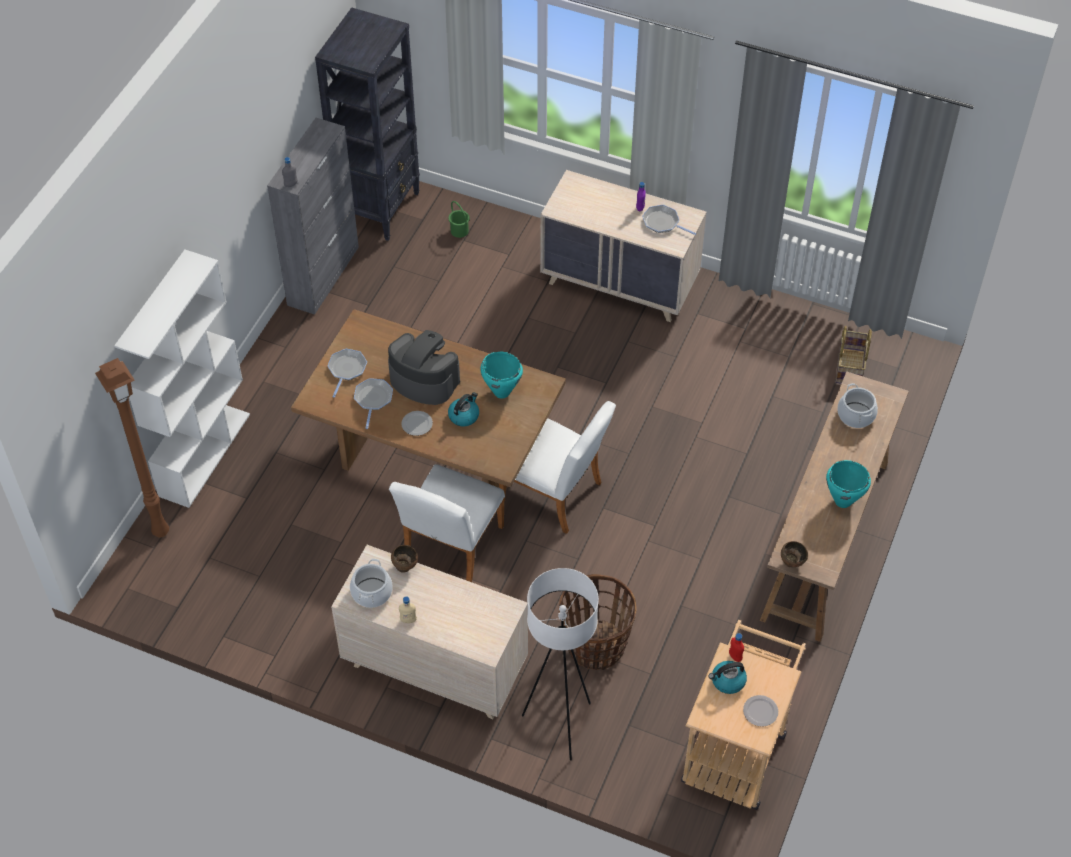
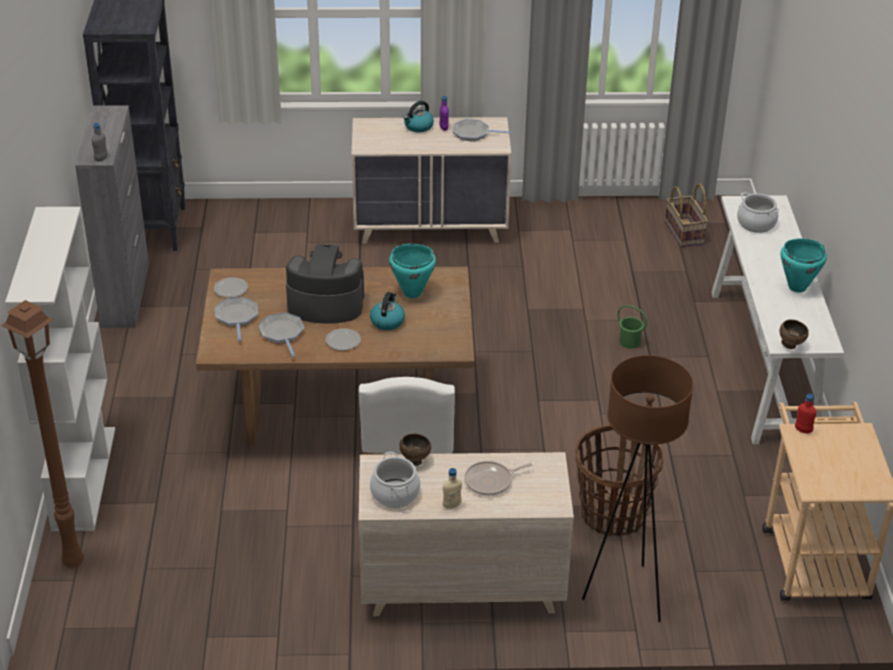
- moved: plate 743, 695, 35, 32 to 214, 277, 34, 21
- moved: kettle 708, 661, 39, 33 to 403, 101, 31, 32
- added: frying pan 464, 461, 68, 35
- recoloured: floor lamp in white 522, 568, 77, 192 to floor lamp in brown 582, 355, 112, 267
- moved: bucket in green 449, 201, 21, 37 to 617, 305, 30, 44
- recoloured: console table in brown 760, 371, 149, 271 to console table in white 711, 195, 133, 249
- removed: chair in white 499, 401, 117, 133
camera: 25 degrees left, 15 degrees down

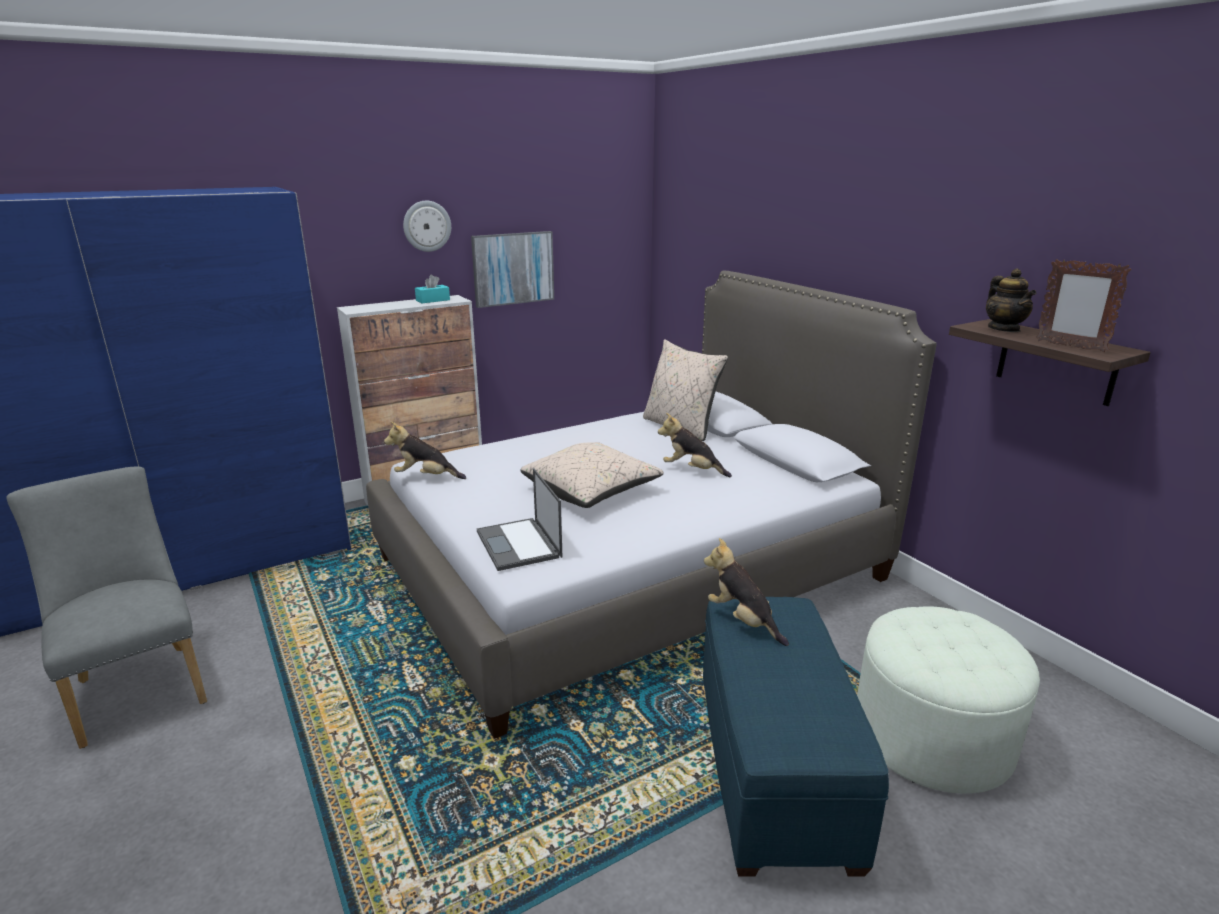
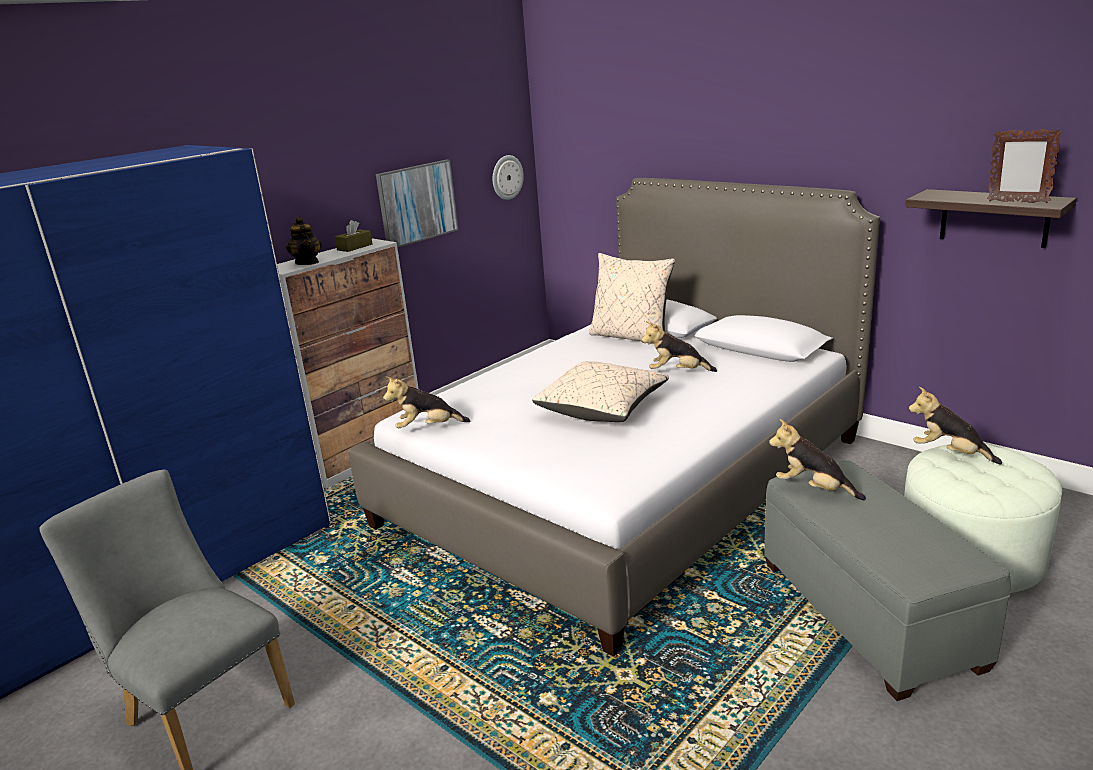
- moved: teapot 986, 268, 50, 64 to 286, 217, 36, 48
- recoloured: tissue box in turquoise 415, 275, 35, 28 to tissue box in brown 335, 220, 37, 32
- moved: wall clock 403, 201, 48, 51 to 493, 155, 31, 45
- recoloured: ottoman in blue 703, 597, 186, 280 to ottoman in grey 764, 460, 247, 241
- added: plush toy 908, 387, 94, 78
- removed: laptop 477, 468, 85, 103
camera: 15 degrees left, 0 degrees up

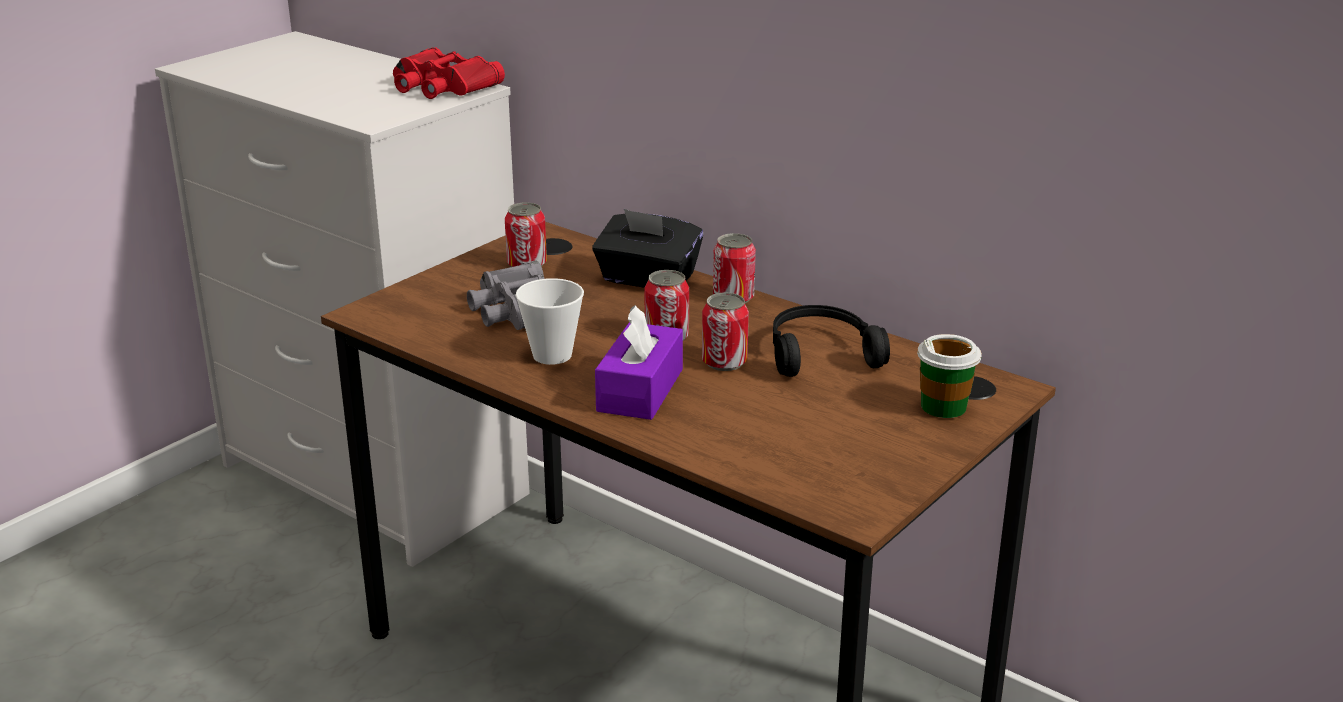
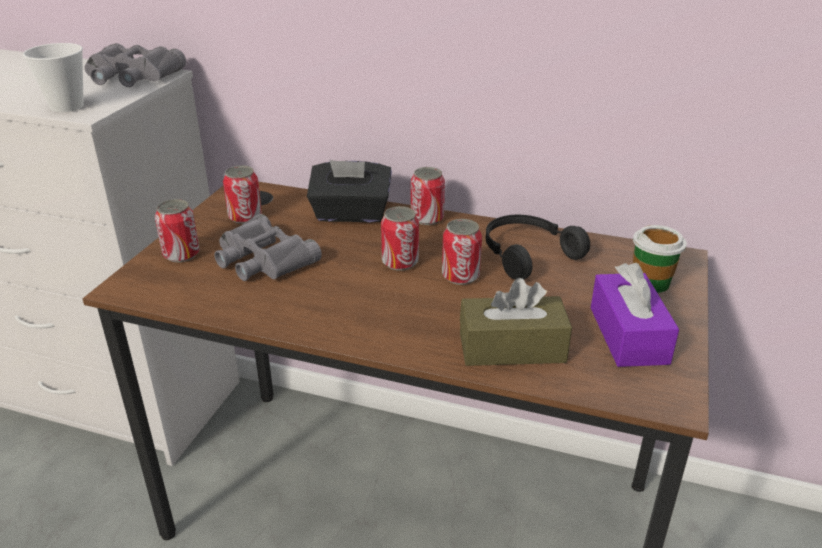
- moved: cup 516, 278, 68, 87 to 23, 43, 61, 69
- recoloured: binoculars in red 393, 47, 112, 52 to binoculars in grey 84, 43, 102, 44
- added: can 155, 199, 45, 63
- added: tissue box in brown 460, 278, 112, 88
- moved: tissue box in purple 595, 305, 88, 115 to 591, 263, 88, 104
camera: 20 degrees left, 5 degrees up

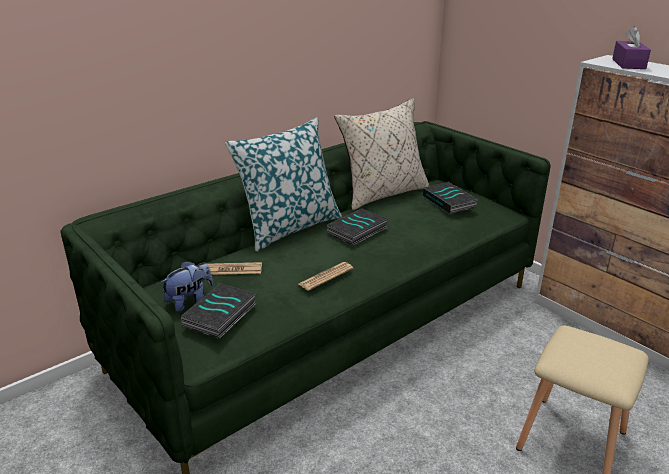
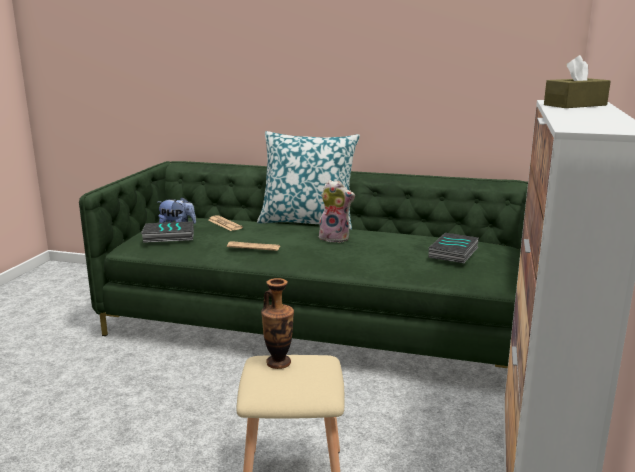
- added: vase 261, 278, 33, 91
- replaced: book 327, 209, 61, 36 to plush toy 319, 180, 36, 63
- recoloured: tissue box in purple 612, 26, 39, 43 to tissue box in brown 544, 55, 67, 53
- removed: pillow in beige 334, 98, 95, 112
camera: 55 degrees right, 10 degrees down

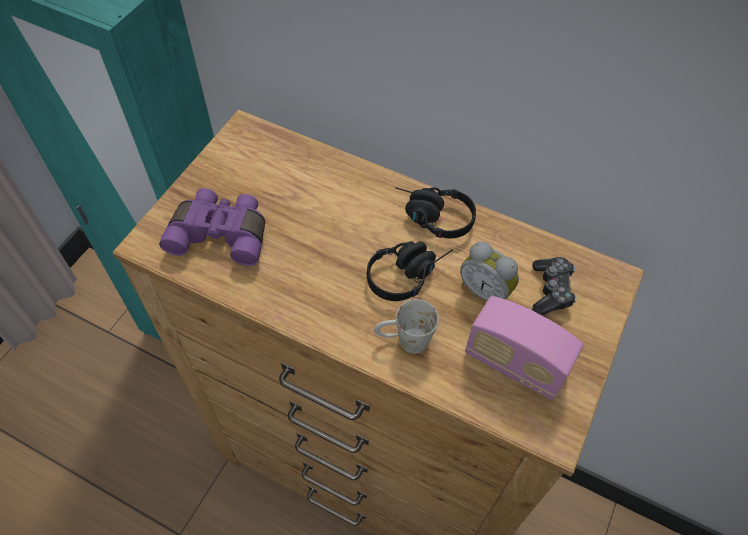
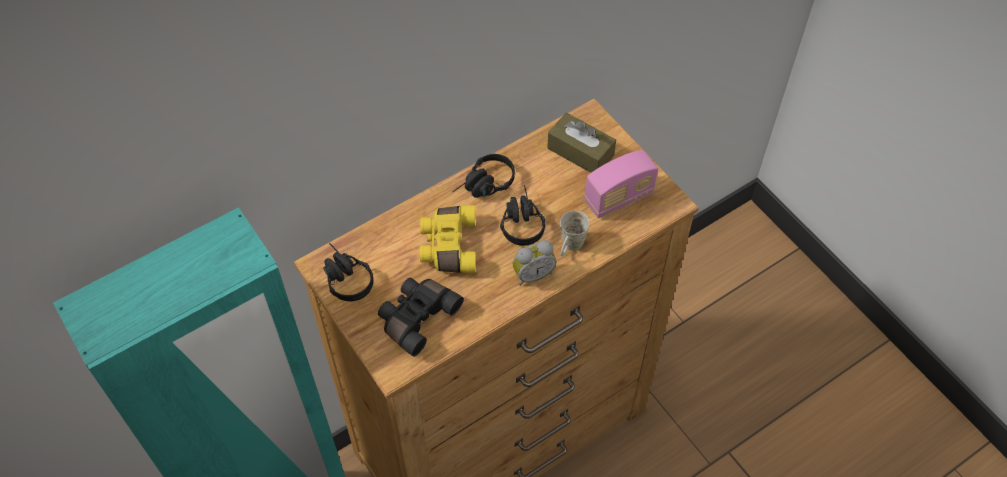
- added: headphones in black 323, 243, 50, 58
- recoloured: binoculars in purple 159, 188, 106, 78 to binoculars in black 378, 278, 86, 79
- added: binoculars in yellow 420, 205, 56, 68
- moved: alarm clock 460, 242, 59, 59 to 513, 240, 44, 46
- replaced: game controller 532, 257, 45, 58 to tissue box in brown 547, 113, 69, 60
camera: 60 degrees left, 0 degrees up

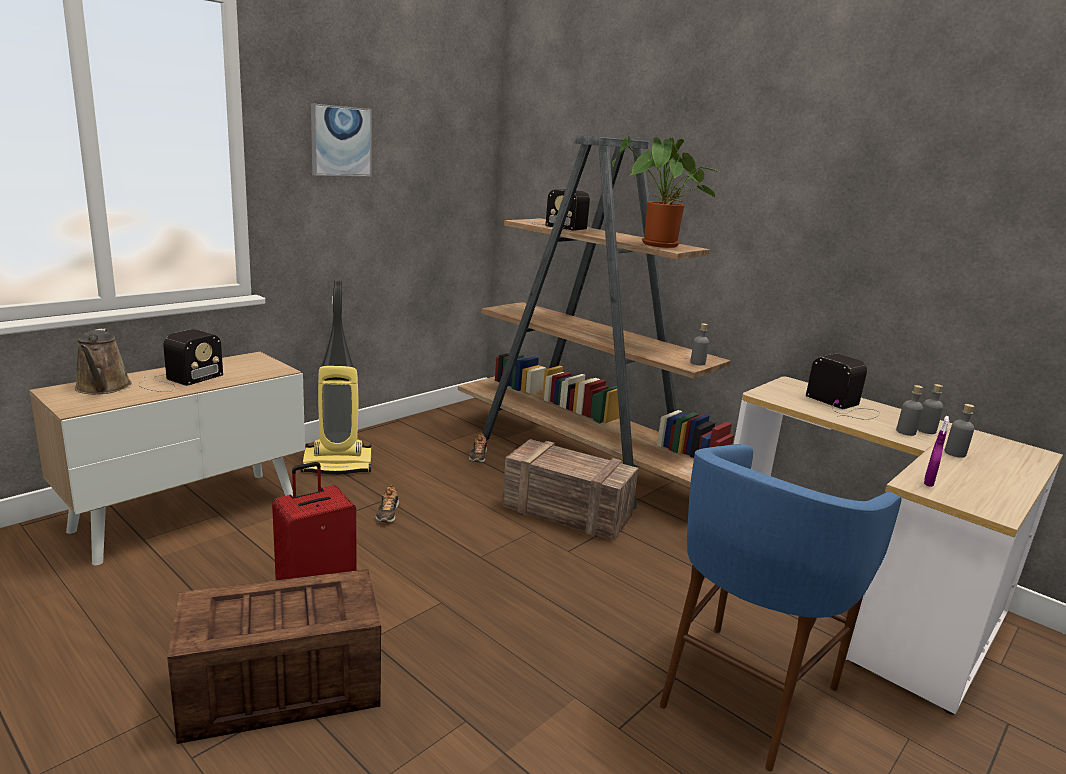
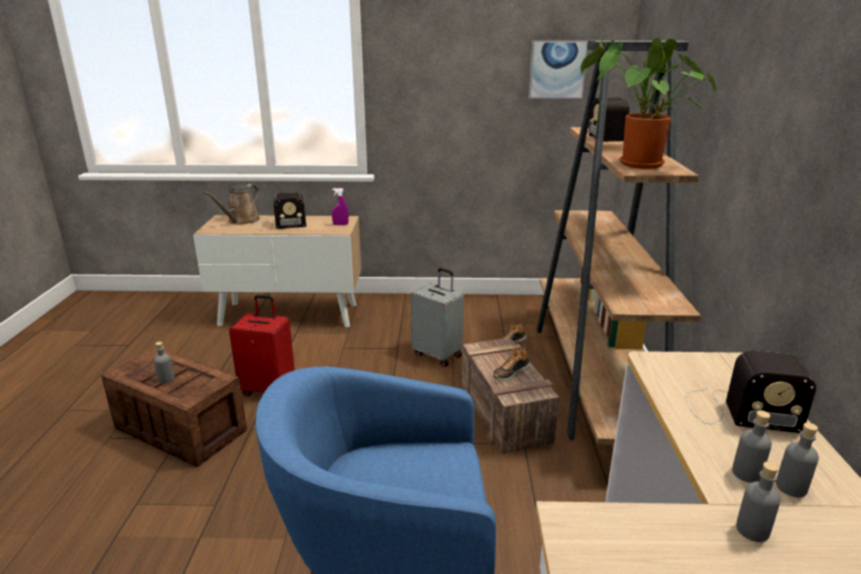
- moved: bottle in grey 690, 323, 19, 42 to 154, 342, 21, 42
- moved: spray bottle in purple 924, 416, 25, 71 to 332, 188, 17, 37
- added: suitcase in grey 411, 268, 53, 99
- moved: shoe 376, 485, 23, 37 to 493, 348, 38, 33
- moved: picture 311, 103, 61, 74 to 528, 41, 60, 58
- turned: radio 806, 354, 74, 66 = 686, 350, 130, 83 90 degrees clockwise
- removed: vacuum cleaner 301, 280, 71, 195
camera: 50 degrees right, 5 degrees up

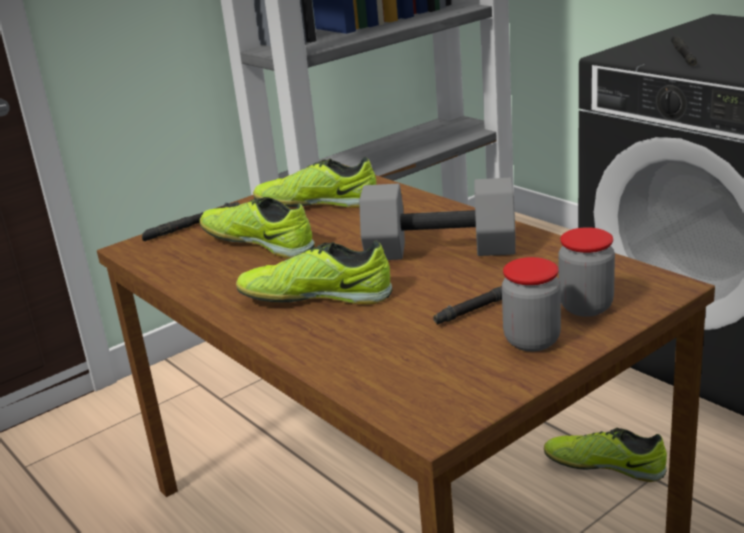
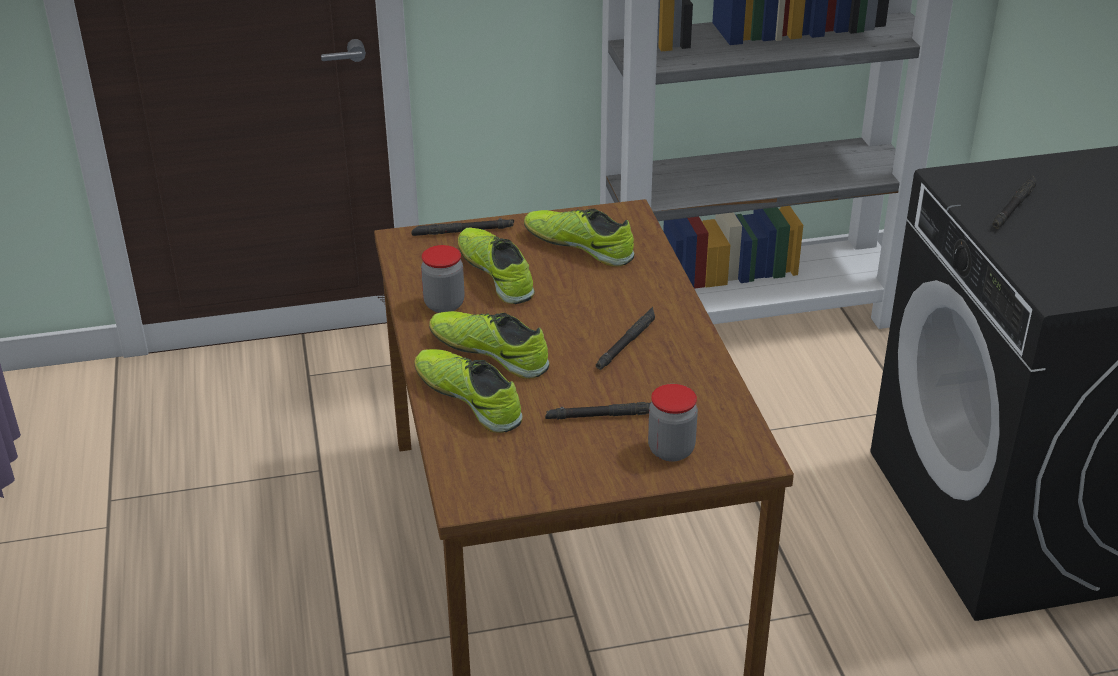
- moved: shoe 544, 428, 123, 54 to 415, 349, 108, 84
- moved: jar 502, 257, 59, 95 to 421, 245, 44, 68
- replaced: dumbbell in grey 359, 177, 156, 83 to flashlight in black 596, 307, 59, 63
camera: 25 degrees right, 10 degrees up

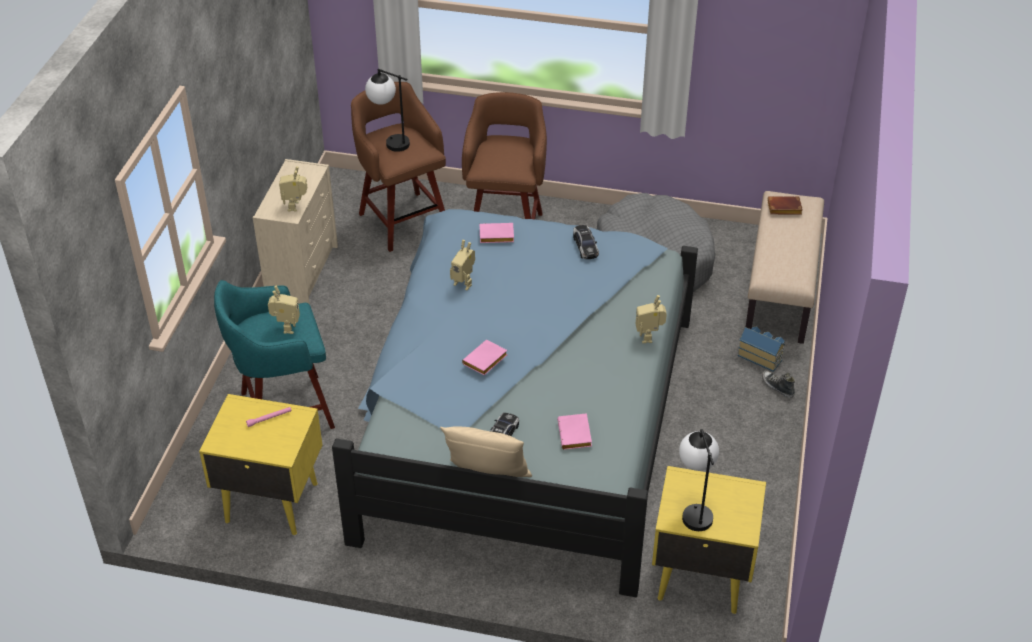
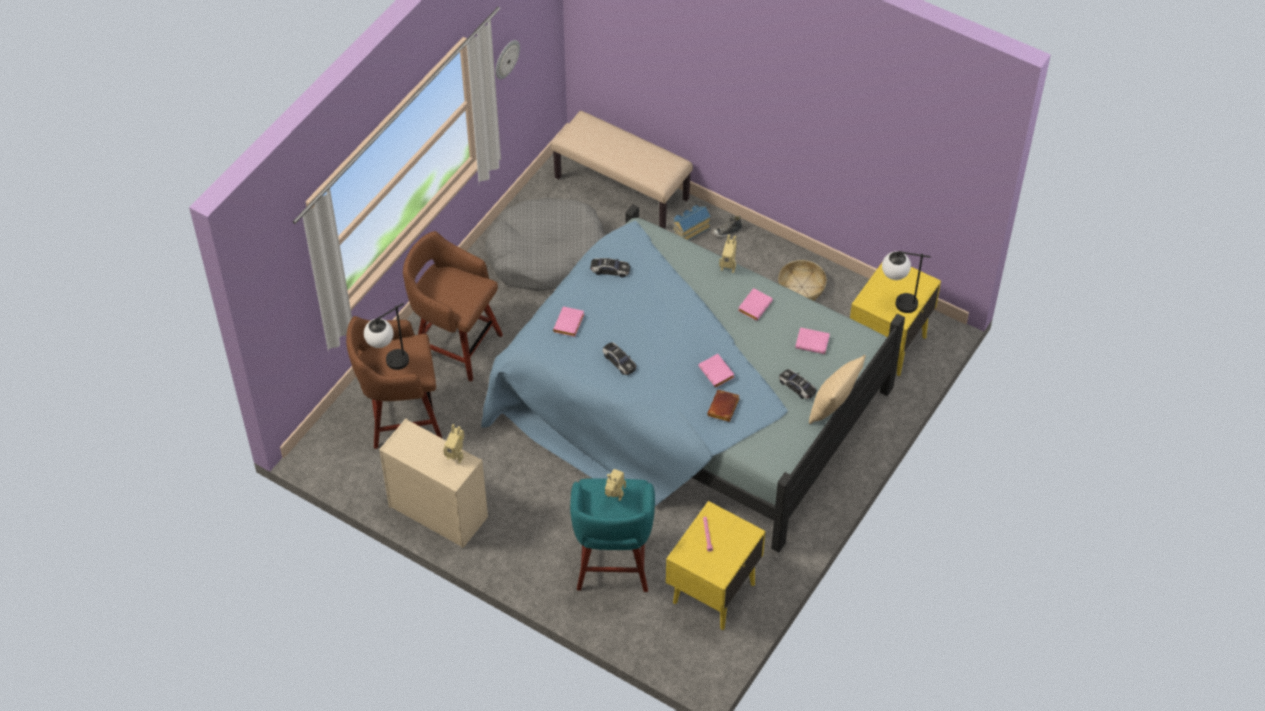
- added: wall clock 496, 40, 24, 39
- replaced: toy robot 450, 240, 25, 51 to toy car 603, 342, 33, 33
- moved: book in brown 768, 196, 35, 19 to 707, 390, 33, 32
- added: book in pink 738, 288, 35, 33
- added: basket 778, 260, 49, 41
camera: 70 degrees left, 10 degrees up

